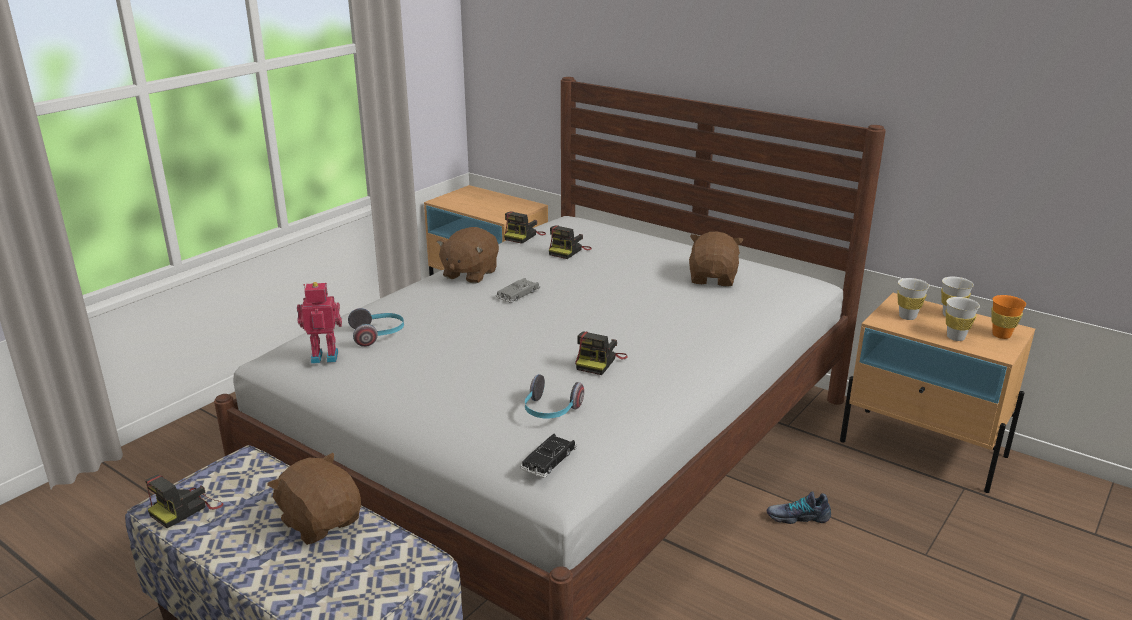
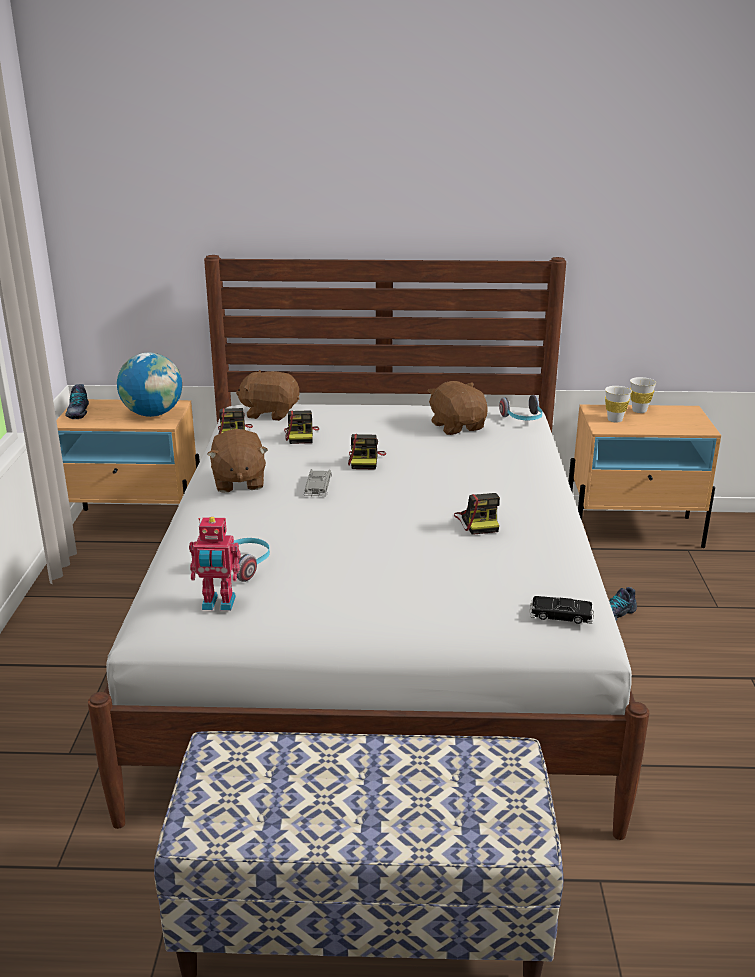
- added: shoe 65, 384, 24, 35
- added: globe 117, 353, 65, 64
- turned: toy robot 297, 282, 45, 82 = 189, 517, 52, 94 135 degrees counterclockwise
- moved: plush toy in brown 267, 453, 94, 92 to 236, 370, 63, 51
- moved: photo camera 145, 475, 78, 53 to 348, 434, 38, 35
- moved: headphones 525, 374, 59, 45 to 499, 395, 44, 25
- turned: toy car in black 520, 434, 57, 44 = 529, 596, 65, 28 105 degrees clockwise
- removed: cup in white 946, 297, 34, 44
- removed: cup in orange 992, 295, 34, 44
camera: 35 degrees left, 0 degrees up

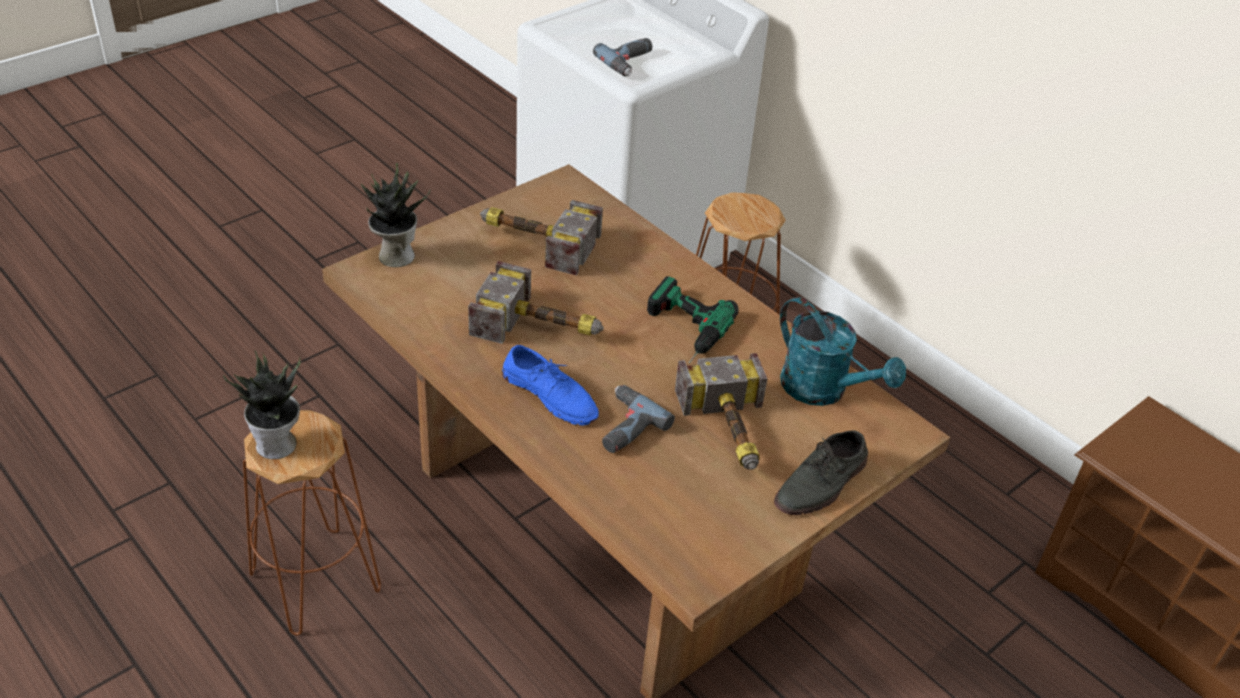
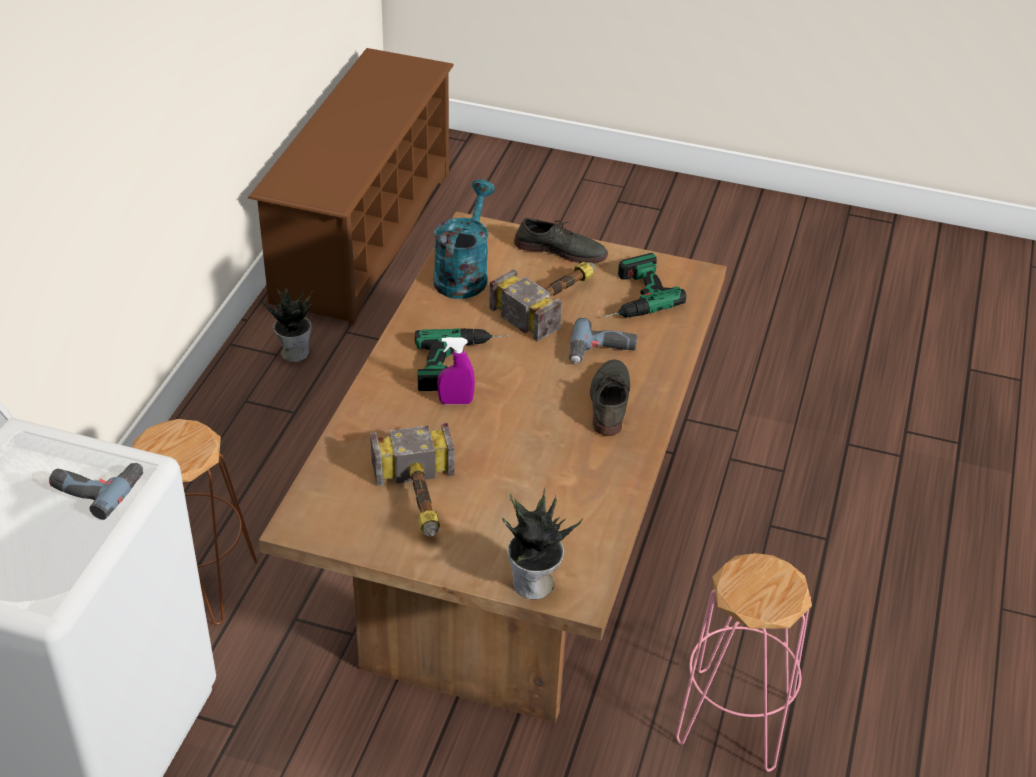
- moved: potted plant 223, 350, 78, 109 to 260, 288, 53, 74
- added: spray bottle in purple 437, 337, 38, 67
- recoloured: shoe in blue 502, 345, 97, 80 to shoe in grey 590, 360, 40, 76
- added: power drill 603, 253, 83, 64
- recoloured: stool in brown 243, 410, 138, 225 to stool in pink 676, 553, 136, 219
- removed: hammer 468, 261, 136, 83
camera: 120 degrees left, 0 degrees up

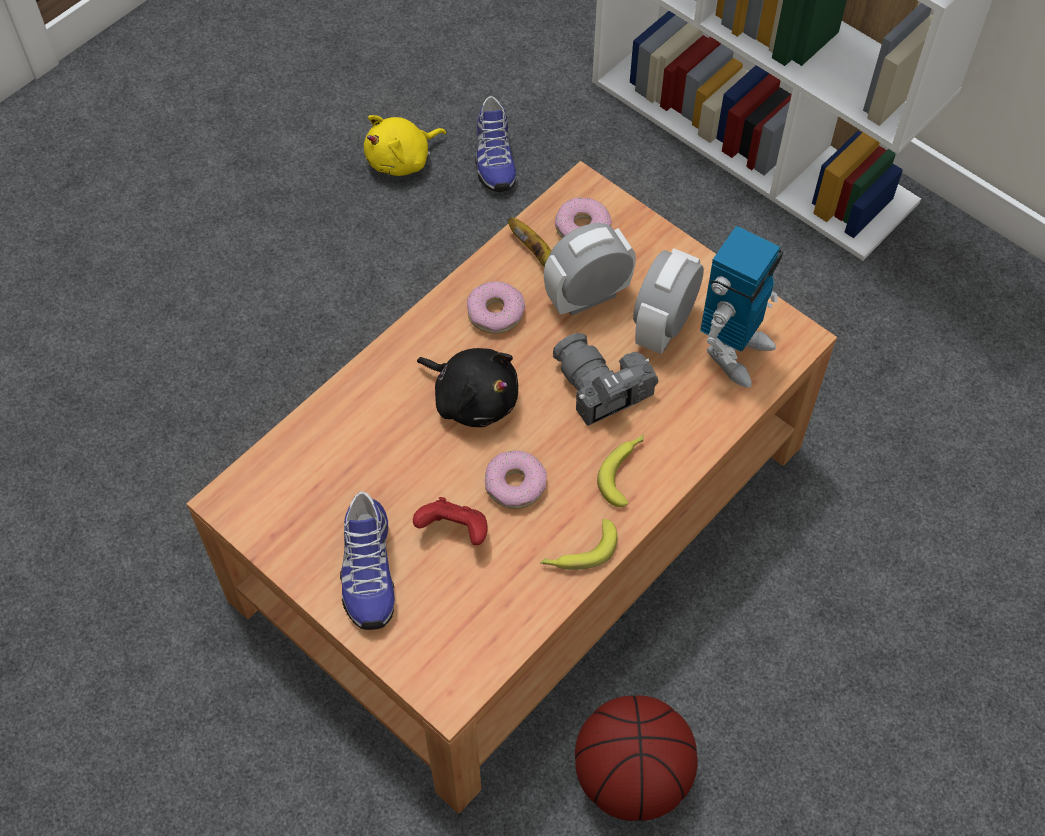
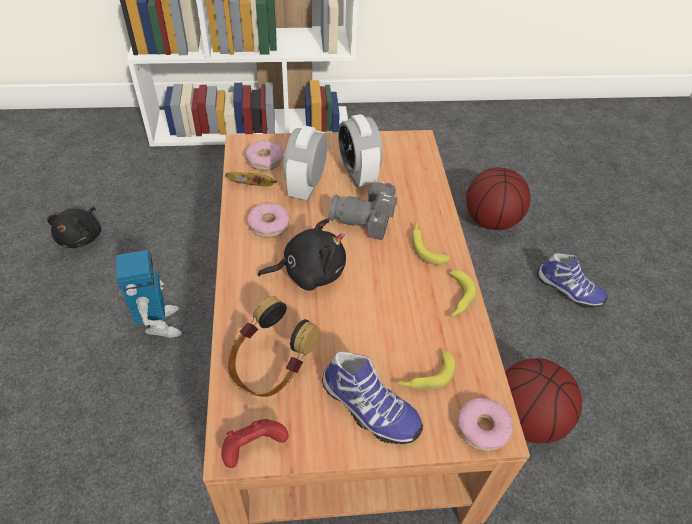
- recoloured: plush toy in yellow 364, 115, 82, 61 to plush toy in black 47, 207, 54, 41
- moved: toy robot 701, 226, 82, 162 to 116, 250, 66, 88
- moved: game controller in red 413, 497, 74, 48 to 221, 419, 68, 49
- added: headphones 227, 296, 93, 101
- added: banana 396, 350, 59, 40
- moved: donut 485, 450, 62, 59 to 457, 398, 56, 53
- added: basketball 466, 167, 64, 63
- moved: shoe 475, 96, 41, 96 to 537, 253, 71, 55
camera: 50 degrees left, 10 degrees down

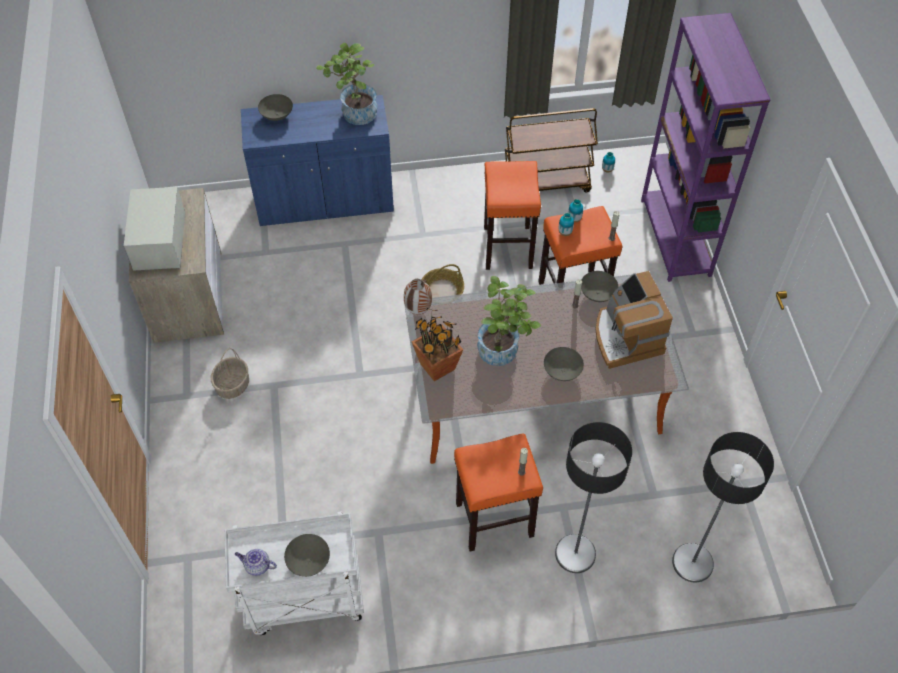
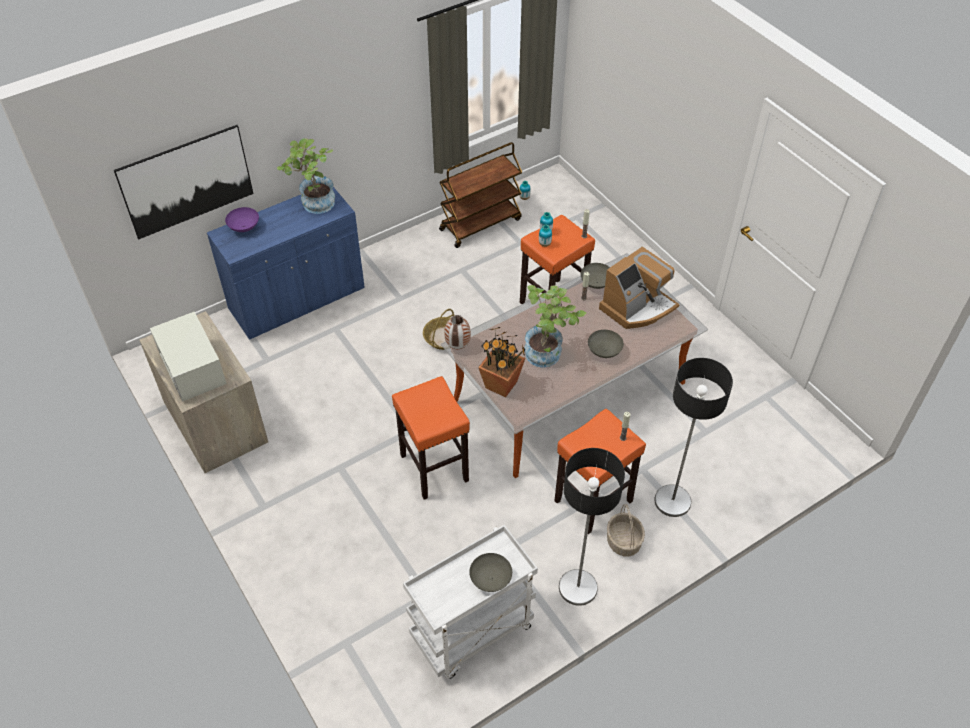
- added: picture 114, 125, 140, 114
- recoloured: bowl in grey 258, 94, 35, 27 to bowl in purple 225, 207, 34, 25
- moved: stool in orange 484, 161, 57, 109 to 392, 376, 78, 123
- moved: floor lamp 672, 432, 102, 151 to 559, 448, 66, 158
- turned: coffee machine 596, 271, 77, 98 = 599, 247, 81, 82 90 degrees counterclockwise
- moved: basket 211, 348, 38, 51 to 607, 504, 38, 53
- removed: teapot 235, 549, 42, 27
- removed: bookcase in purple 641, 13, 130, 269
camera: 25 degrees left, 5 degrees down

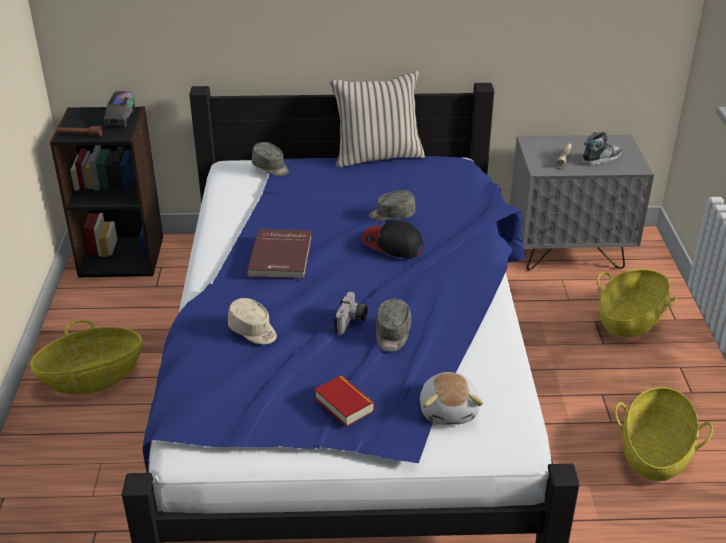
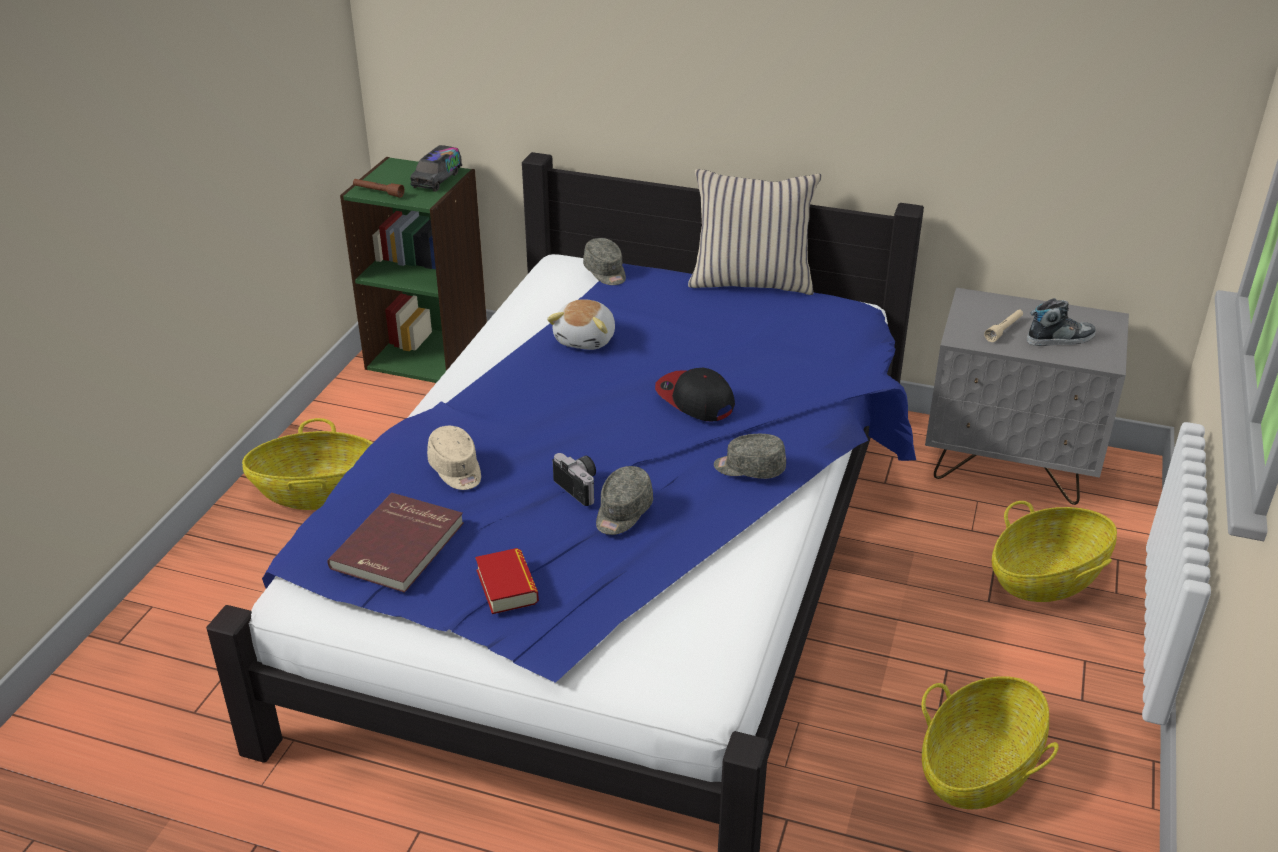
- moved: book in red 247, 229, 65, 50 to 328, 493, 136, 100
- recoloured: bookcase in black 50, 106, 113, 172 to bookcase in green 340, 157, 147, 226
- moved: plush toy 420, 372, 63, 53 to 547, 299, 68, 51
- turned: photo camera 334, 292, 34, 43 = 553, 453, 43, 53 75 degrees counterclockwise
- moved: cap in grey 369, 190, 47, 31 to 714, 434, 72, 45
camera: 20 degrees right, 0 degrees up

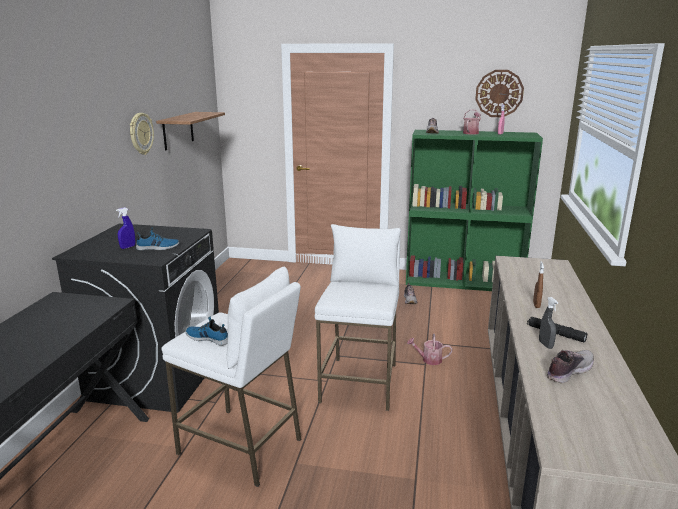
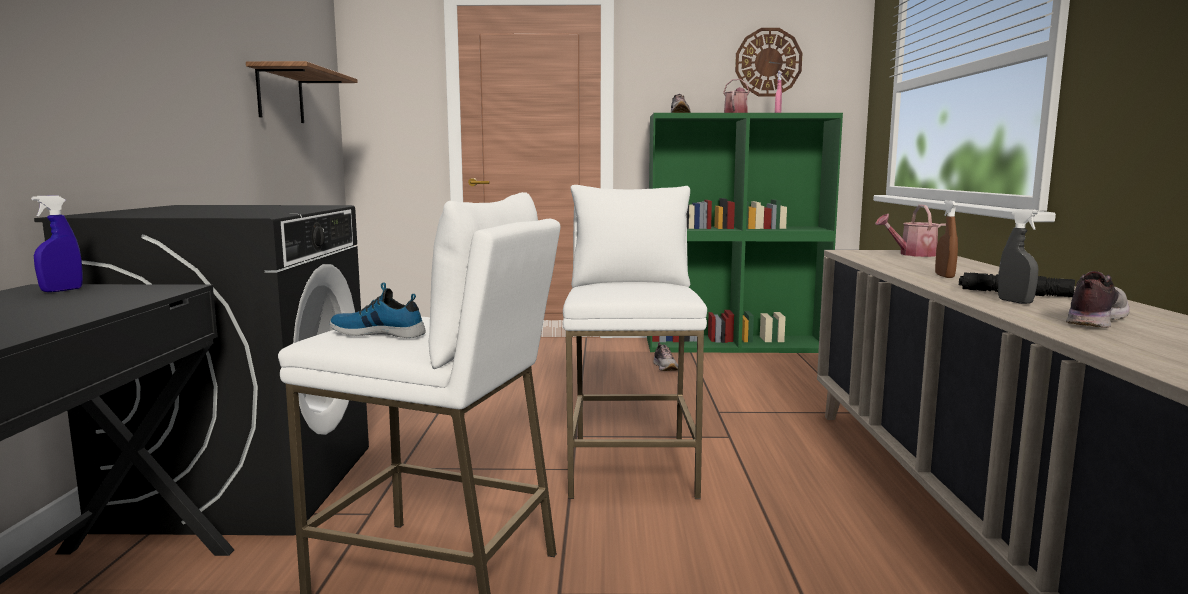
- moved: spray bottle in blue 116, 207, 19, 42 to 31, 196, 52, 96
- moved: watering can 407, 334, 46, 31 to 875, 205, 71, 52
- removed: wall clock 130, 113, 24, 42
- removed: shoe 136, 227, 43, 23
camera: 10 degrees left, 10 degrees down

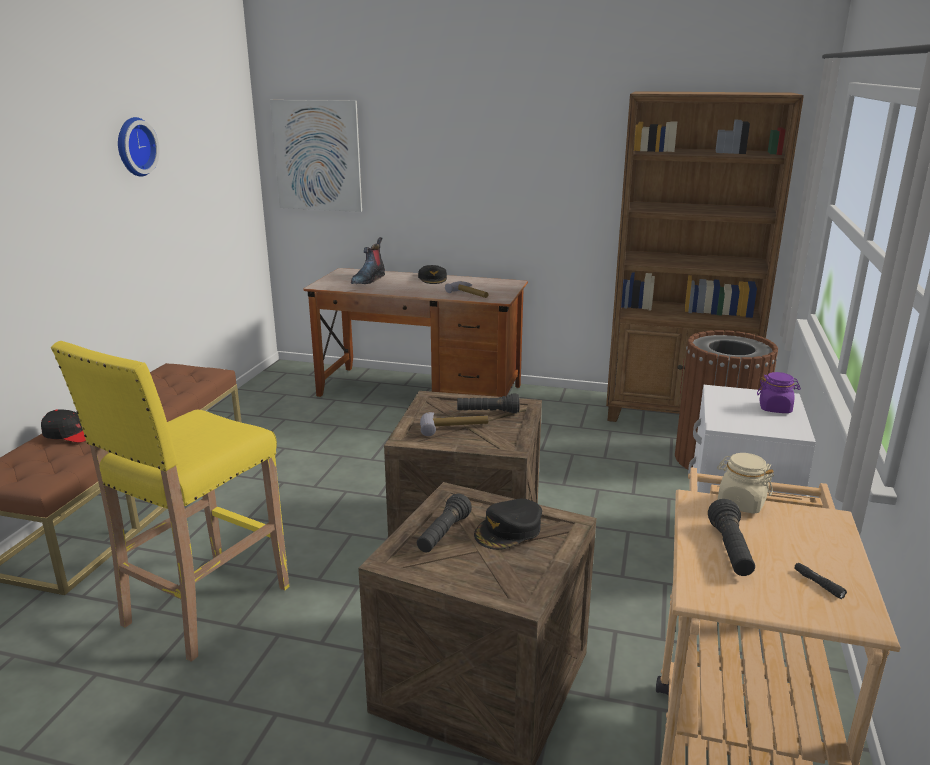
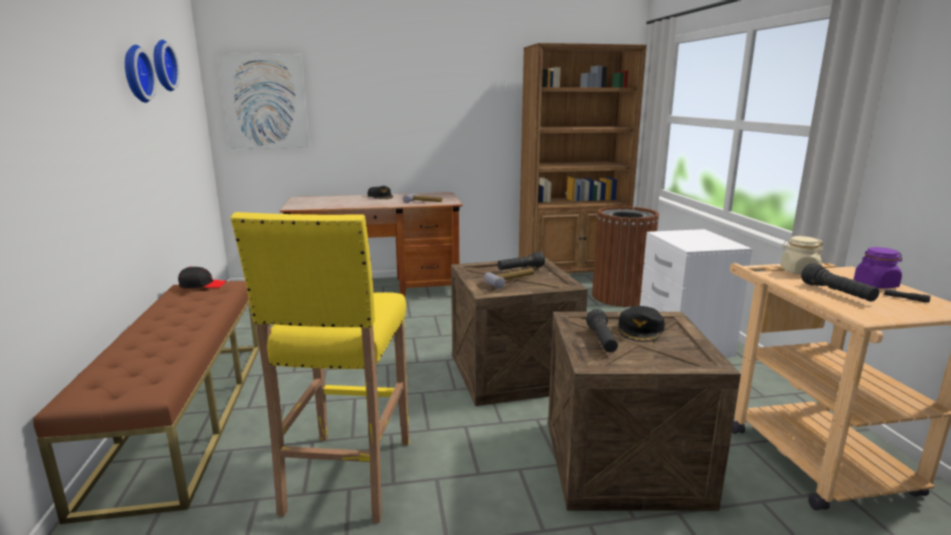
- added: wall clock 154, 40, 26, 51
- moved: cap in black 41, 410, 45, 32 to 178, 266, 48, 23
- moved: jar in purple 757, 372, 44, 41 to 854, 247, 48, 41
- removed: boot 351, 237, 34, 47
camera: 25 degrees left, 5 degrees down

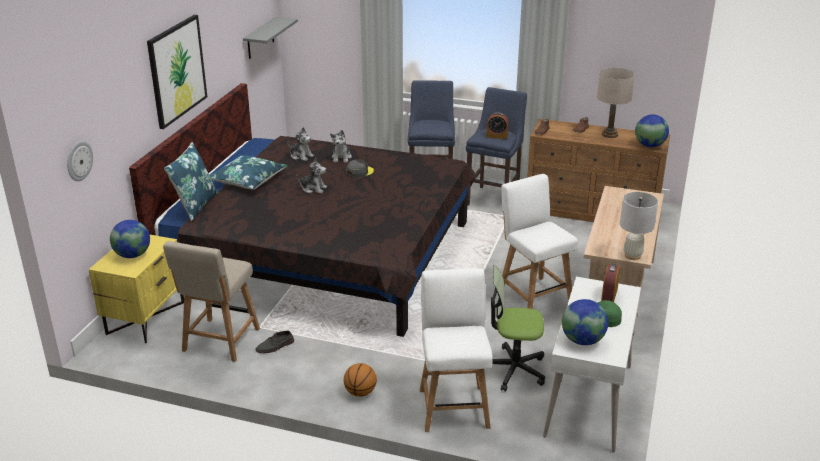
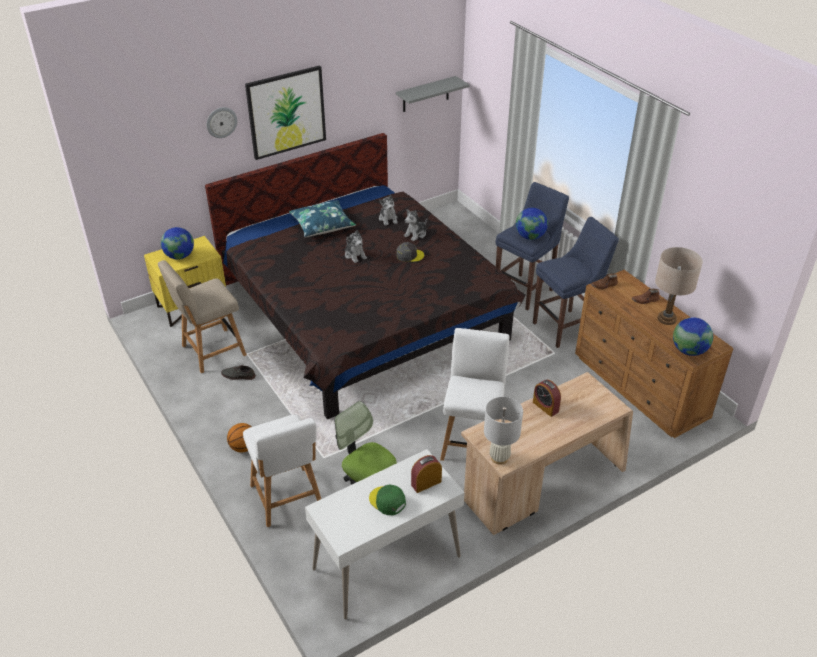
- moved: wall clock 67, 141, 26, 40 to 207, 107, 30, 31
- turned: chair in white 420, 268, 73, 164 = 243, 415, 78, 112 120 degrees clockwise
- moved: globe 562, 299, 46, 46 to 516, 208, 32, 32
- moved: alarm clock 486, 112, 23, 27 to 533, 380, 28, 37
- removed: pillow in blue 164, 142, 54, 80
camera: 40 degrees right, 10 degrees up

